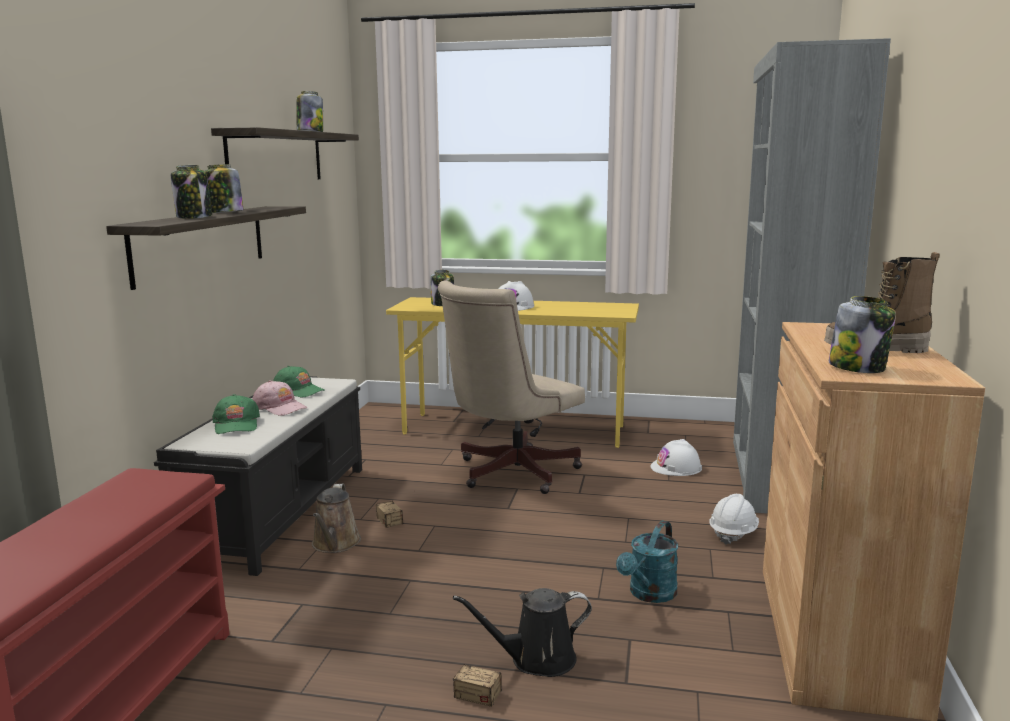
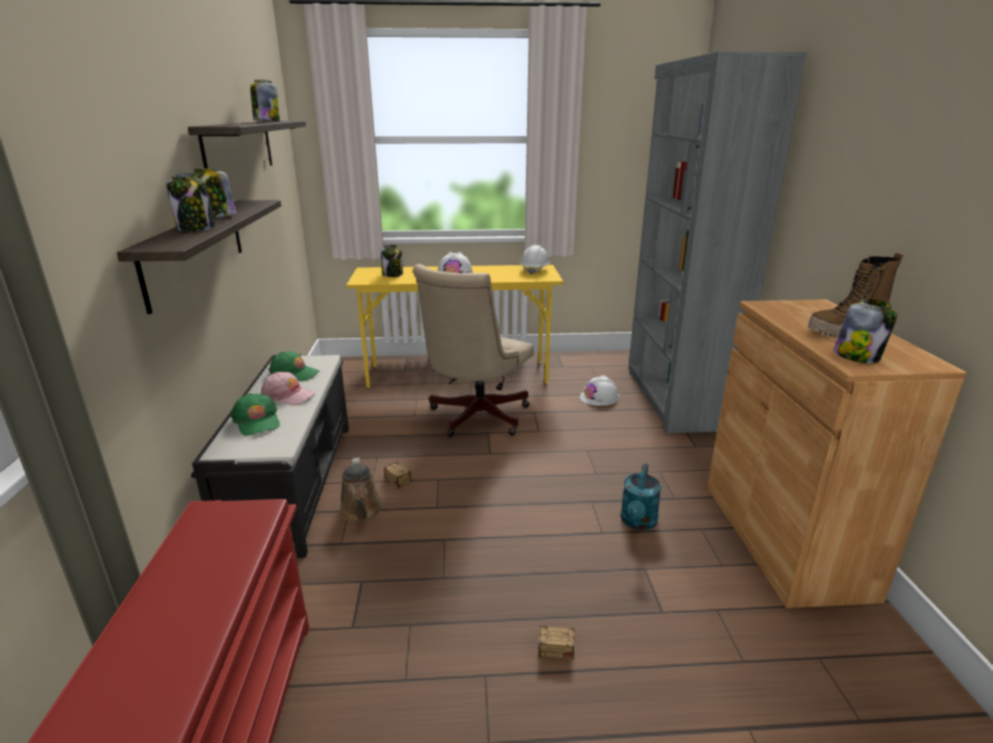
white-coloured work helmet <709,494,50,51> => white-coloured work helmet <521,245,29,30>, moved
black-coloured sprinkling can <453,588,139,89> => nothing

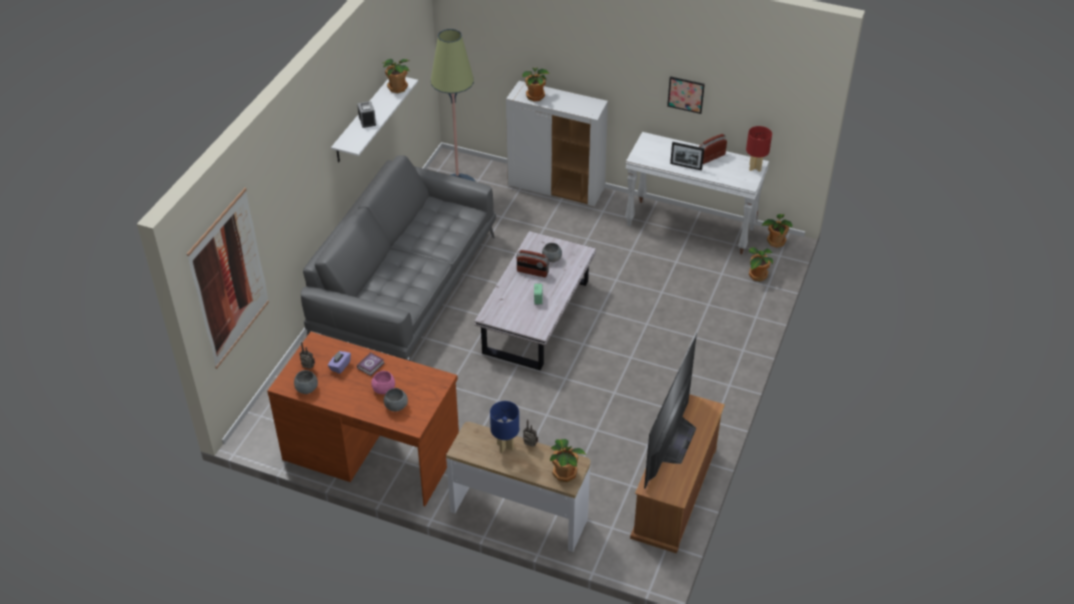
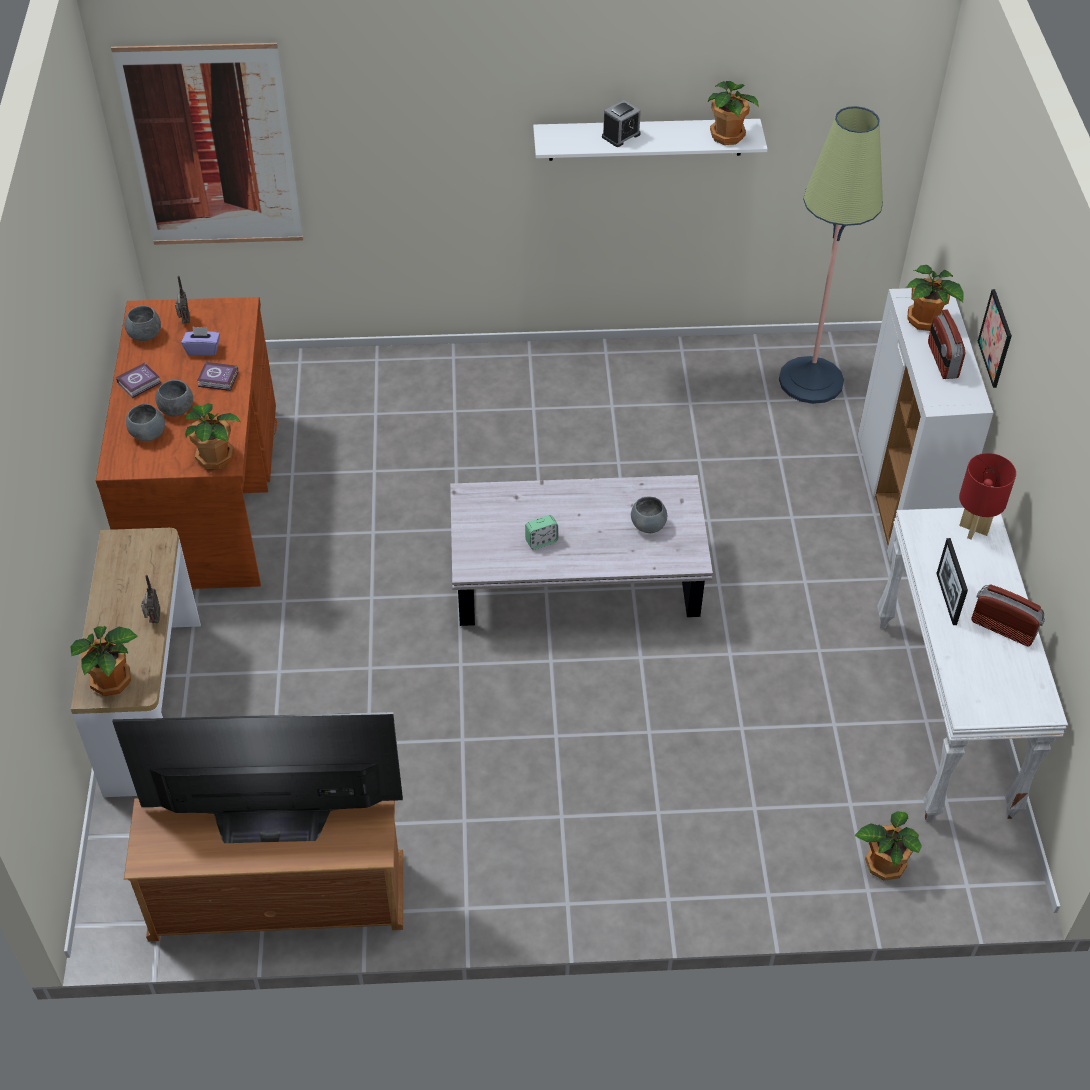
wall art <667,76,38,38> => wall art <978,289,34,99>, moved
reddish tabletop lamp <746,126,26,46> => reddish tabletop lamp <959,453,57,87>, moved
greyish sofa <301,155,195,206> => nothing
potted plant <761,214,32,34> => potted plant <185,403,56,67>, moved
radio <516,250,34,27> => radio <928,309,37,70>, moved
pink-coloured bowl <371,371,24,23> => greyish bowl <155,380,38,37>
blue-coloured tabletop lamp <490,401,29,52> => nothing
nothing => bound book <116,363,45,35>

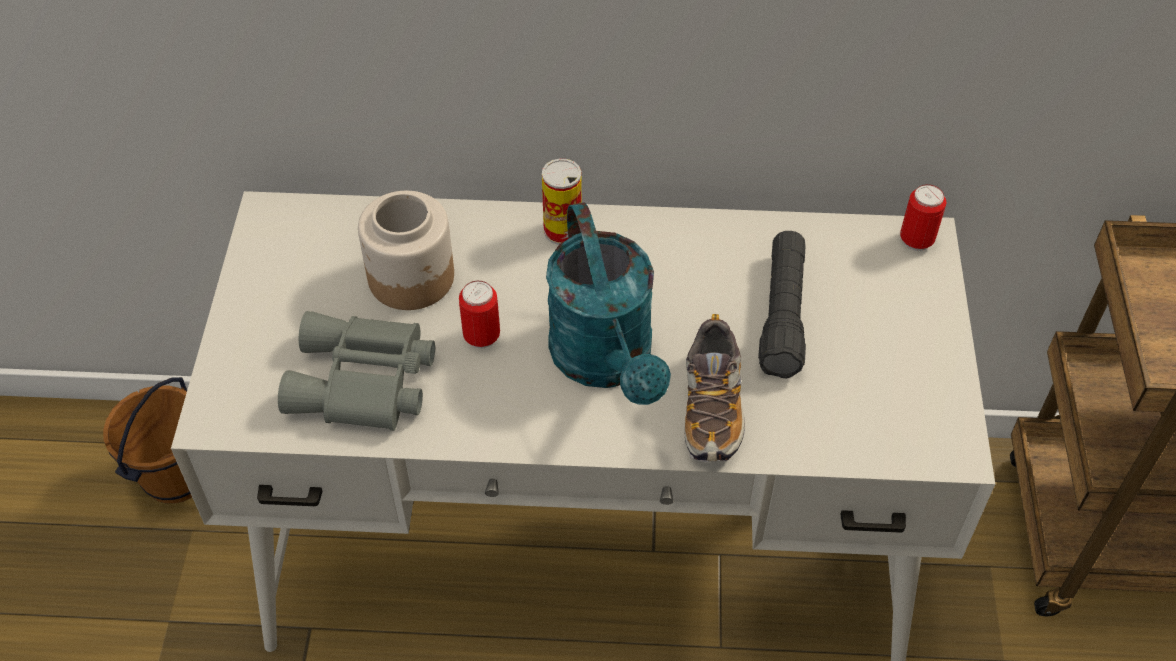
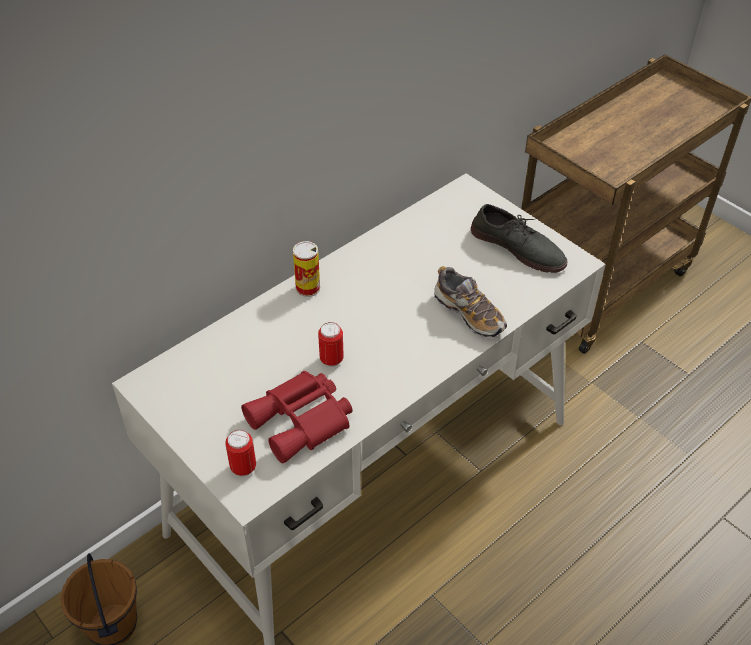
sealed can <900,184,46,67> => sealed can <225,430,31,46>, moved
jar <358,191,96,119> => nothing
turquoise sprinkling can <546,202,125,203> => nothing
black-coloured torch <758,231,48,148> => nothing
greyish binoculars <278,311,157,120> => reddish binoculars <241,371,112,92>
nothing => greyish shoe <471,204,97,69>

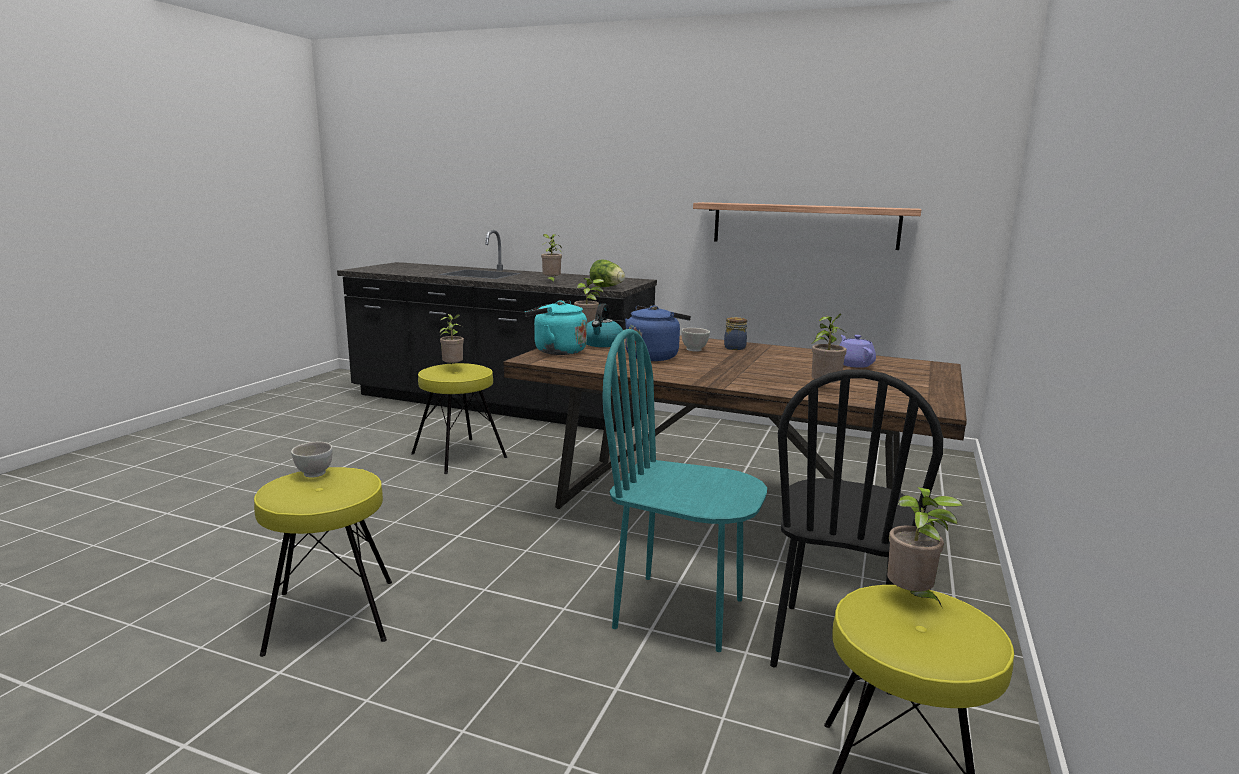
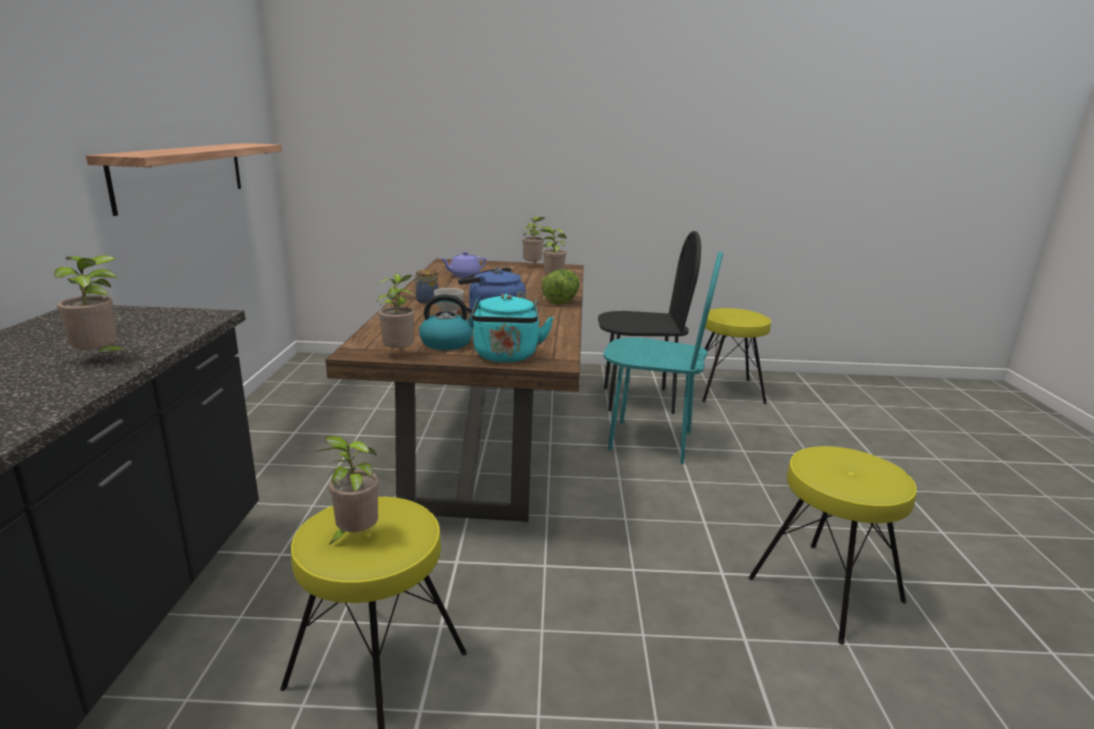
lettuce <590,260,35,27> => lettuce <542,269,38,35>, moved
turquoise plain chair <602,329,165,323> => turquoise plain chair <603,252,120,212>, 75 degrees counterclockwise
white-coloured bowl <291,442,42,36> => nothing
potted plant <887,487,76,120> => potted plant <522,216,22,47>, moved

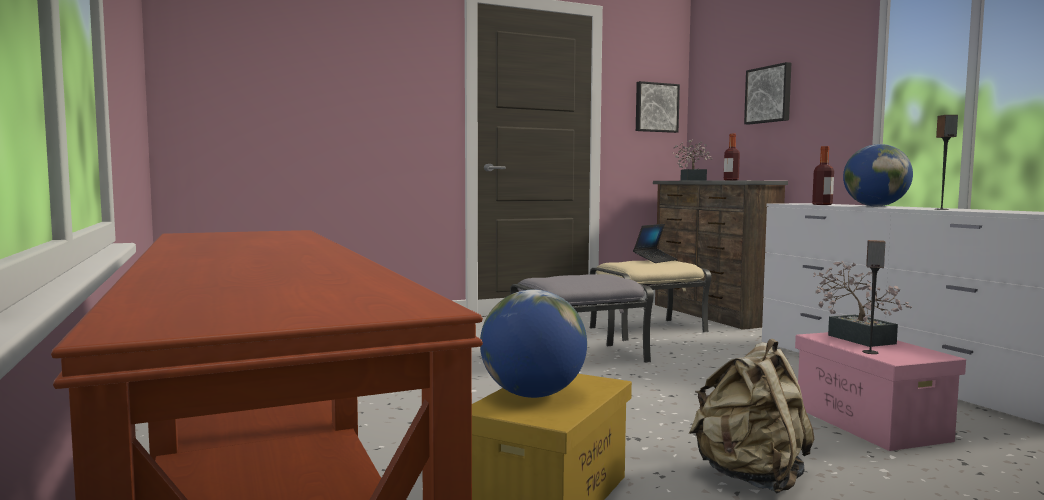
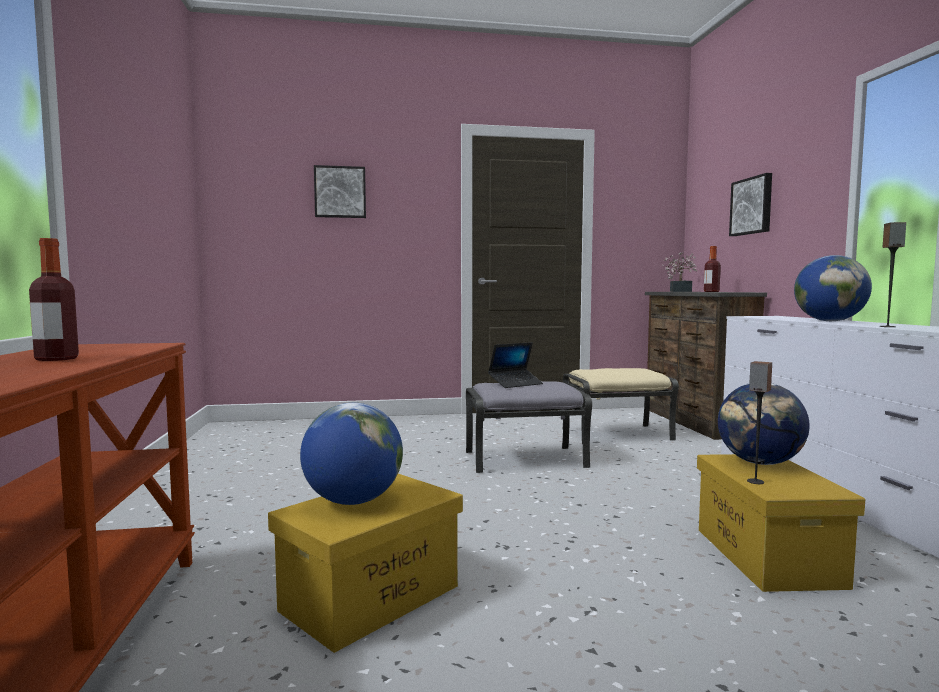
wall art <636,81,44,52> => wall art <314,165,52,53>, moved
drink bottle <812,146,22,59> => drink bottle <29,238,50,123>, moved
notebook computer <633,224,44,39> => notebook computer <488,342,55,46>, moved
potted plant <813,261,99,86> => globe <718,383,92,82>
pink-coloured storage bin <795,332,171,119> => yellow-coloured storage bin <697,454,168,138>
sand-coloured backpack <689,339,125,155> => nothing

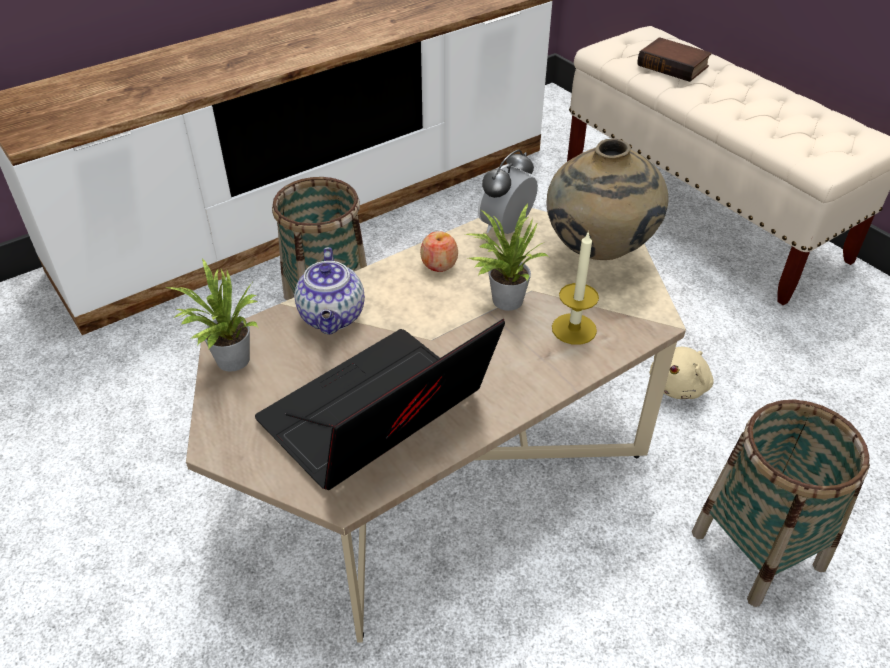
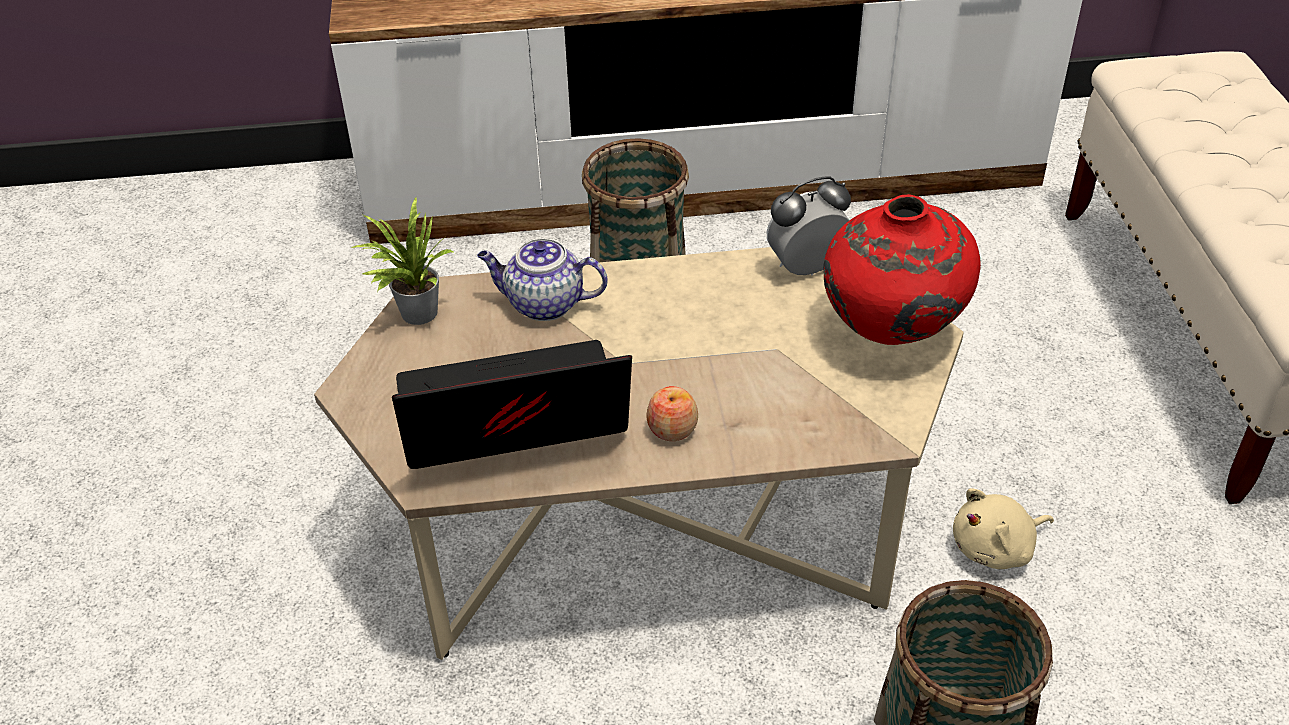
bound book <638,37,74,45> => nothing
sand-coloured flower vase <546,139,123,121> => reddish flower vase <823,194,158,151>
potted plant <465,204,85,107> => nothing
apple <420,231,38,41> => apple <646,386,52,55>, moved
candle <552,231,47,114> => nothing
tea pot <295,247,70,87> => tea pot <477,239,130,82>, 75 degrees clockwise

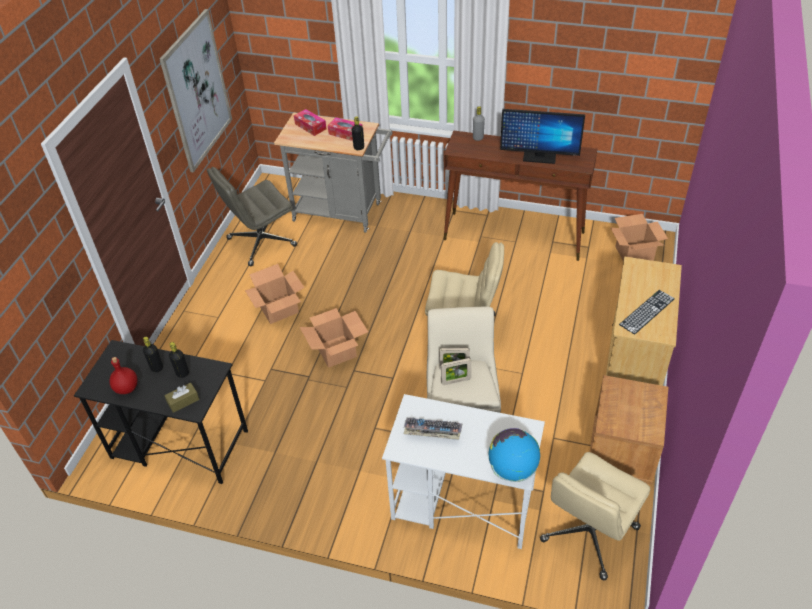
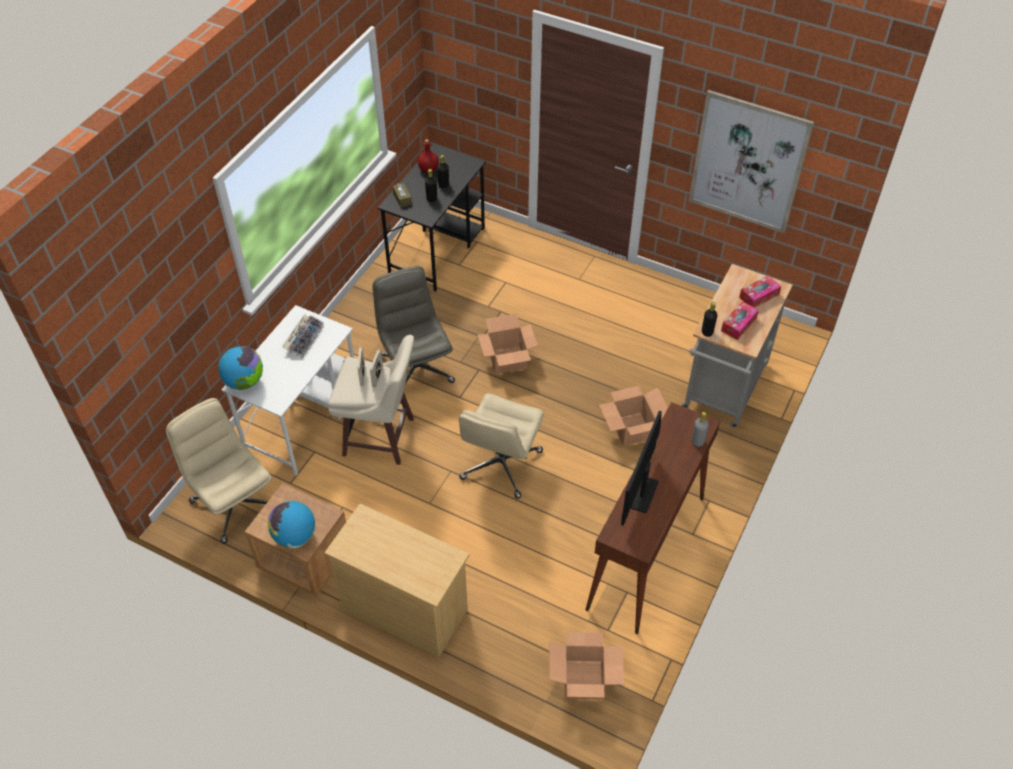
greyish computer chair <207,167,90,99> => greyish computer chair <372,266,83,118>, moved
packing box <245,264,59,60> => packing box <599,386,69,60>, moved
PC keyboard <619,290,56,45> => nothing
nothing => globe <268,501,47,48>

